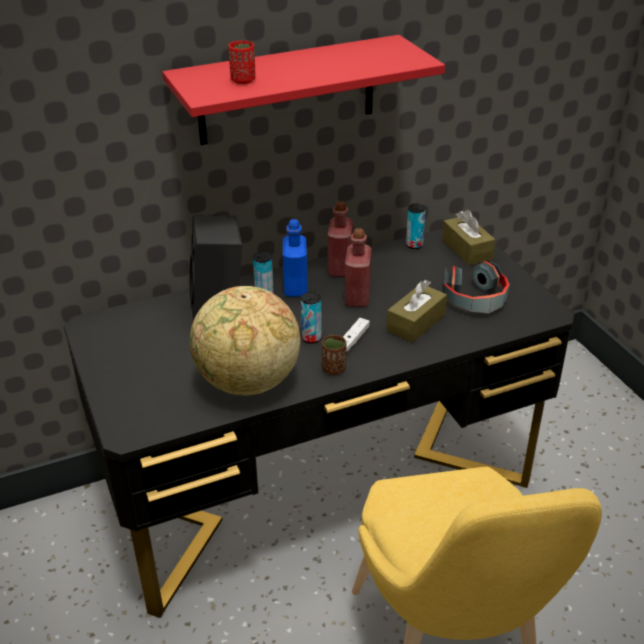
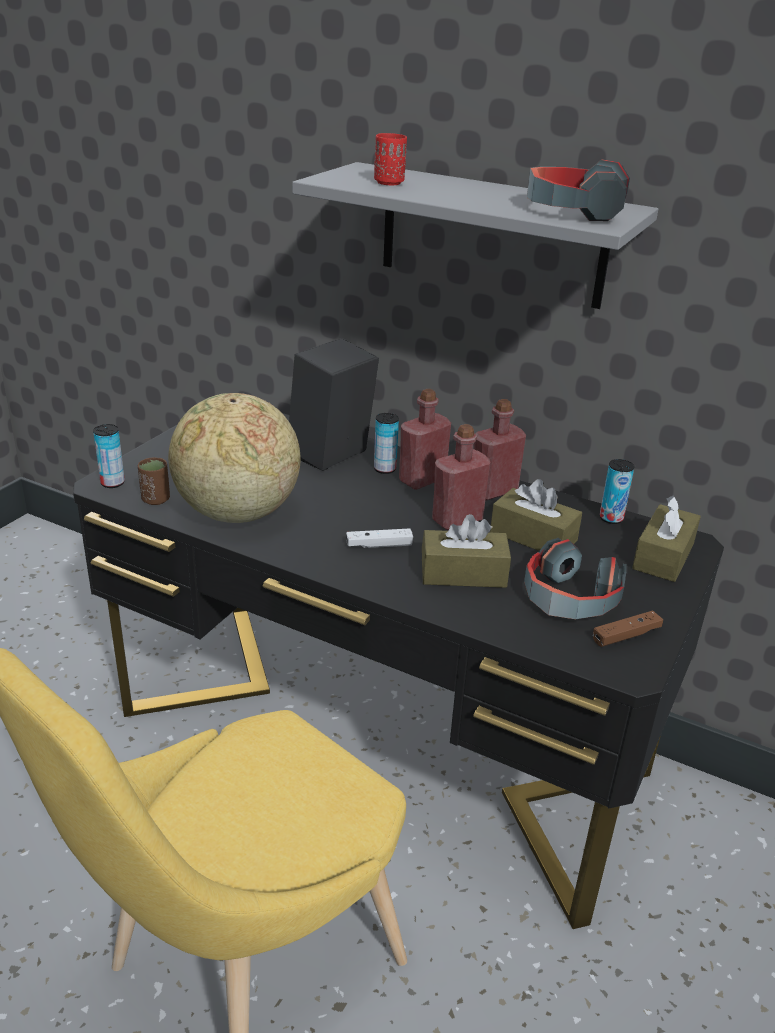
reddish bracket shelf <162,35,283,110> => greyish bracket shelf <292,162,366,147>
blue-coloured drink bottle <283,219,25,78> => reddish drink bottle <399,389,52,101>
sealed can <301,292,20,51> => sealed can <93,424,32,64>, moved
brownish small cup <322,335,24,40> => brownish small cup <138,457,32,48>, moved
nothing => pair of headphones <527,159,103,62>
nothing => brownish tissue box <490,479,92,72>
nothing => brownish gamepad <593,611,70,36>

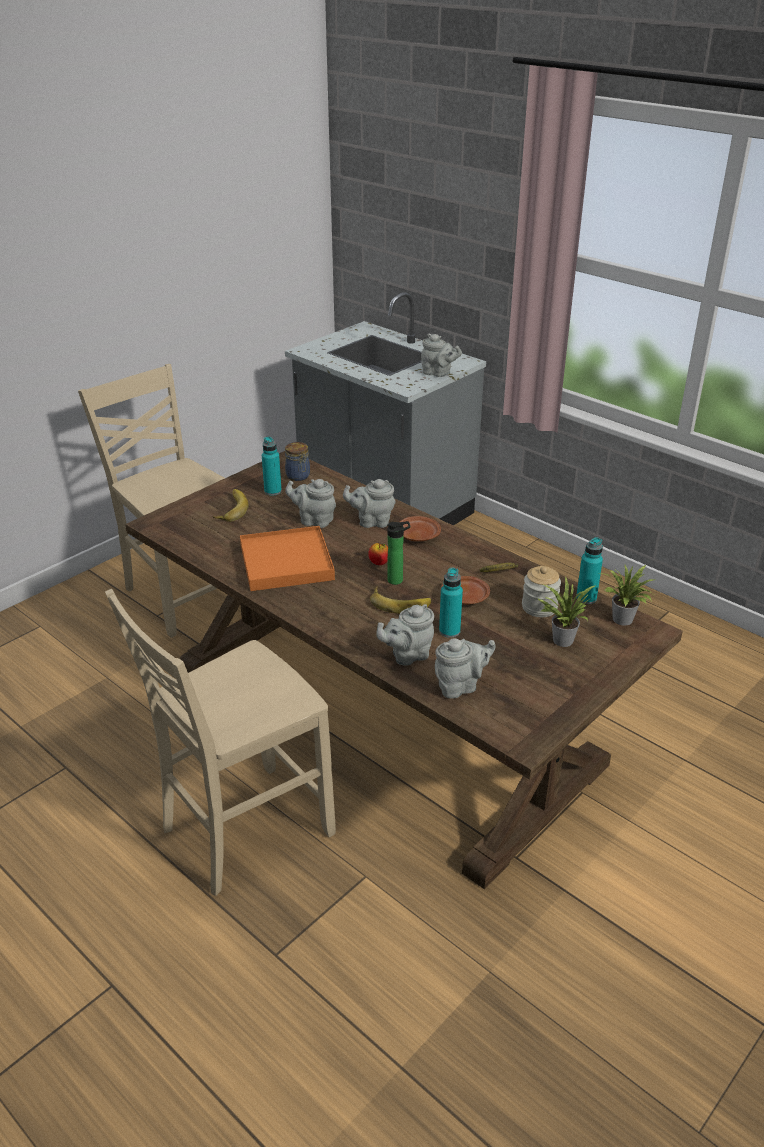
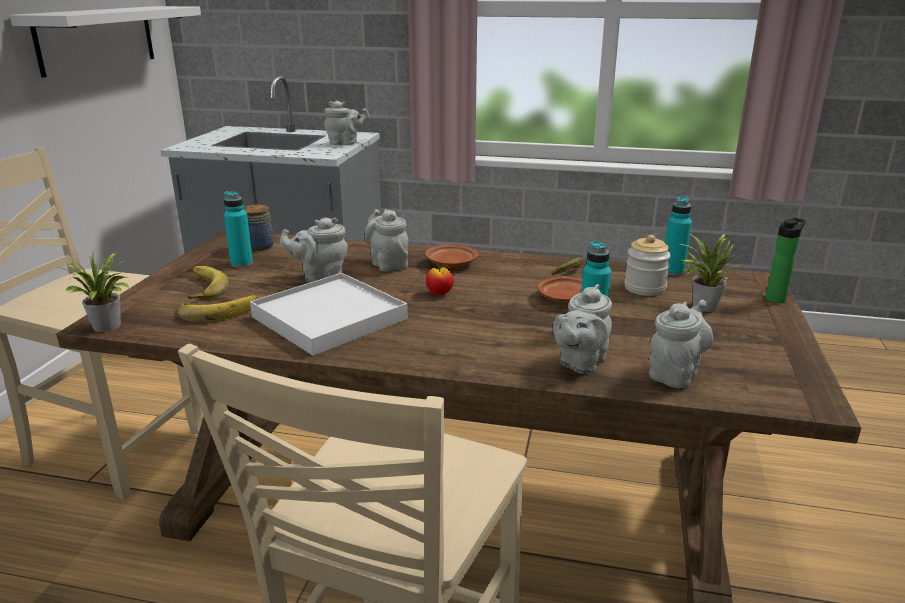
greyish tea pot <343,479,53,49> => greyish tea pot <365,209,43,62>, 90 degrees clockwise
drink bottle <387,521,23,64> => drink bottle <766,217,40,86>, moved
orange-coloured serving tray <240,526,95,65> => white-coloured serving tray <250,273,158,83>
potted plant <599,565,55,61> => potted plant <48,251,82,81>, moved
banana fruit <370,586,61,27> => banana fruit <178,295,79,27>, moved
nothing => white-coloured bracket shelf <10,6,191,72>

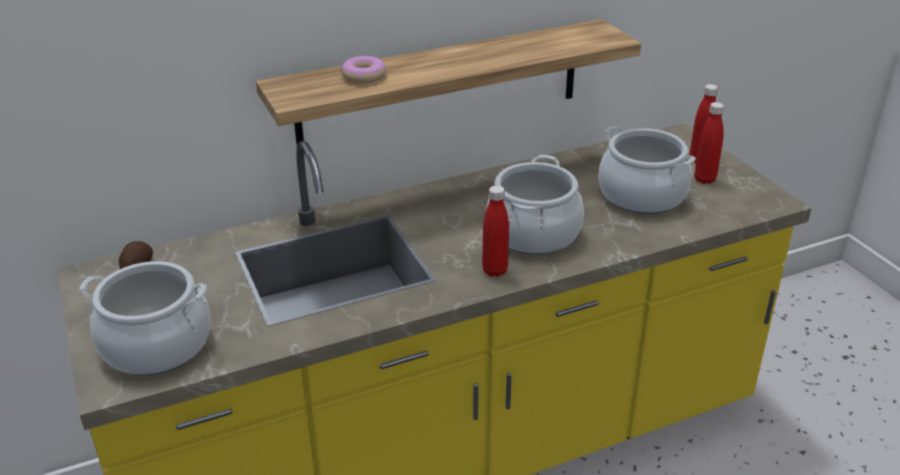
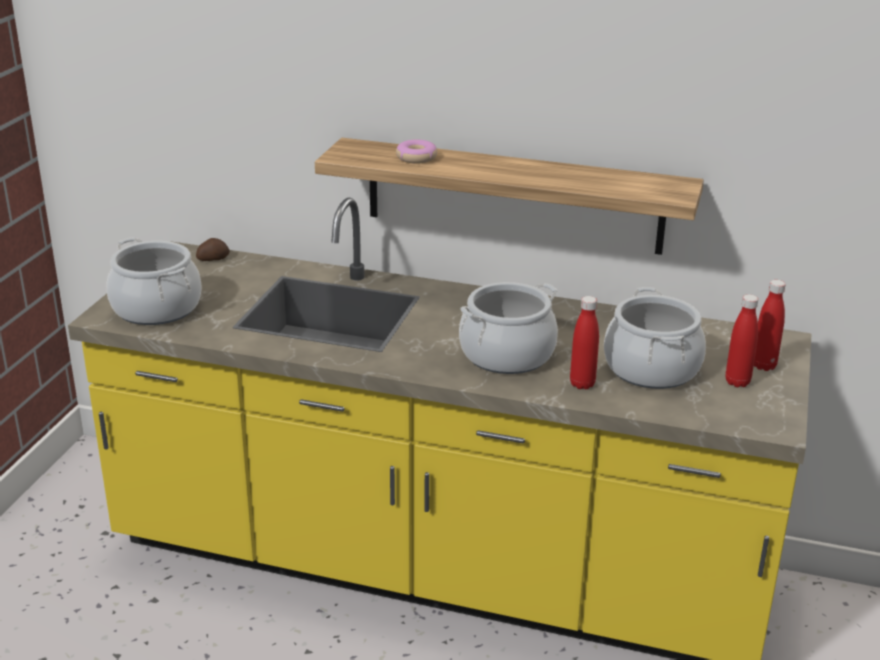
reddish drink bottle <482,185,27,92> => reddish drink bottle <570,296,29,93>, moved

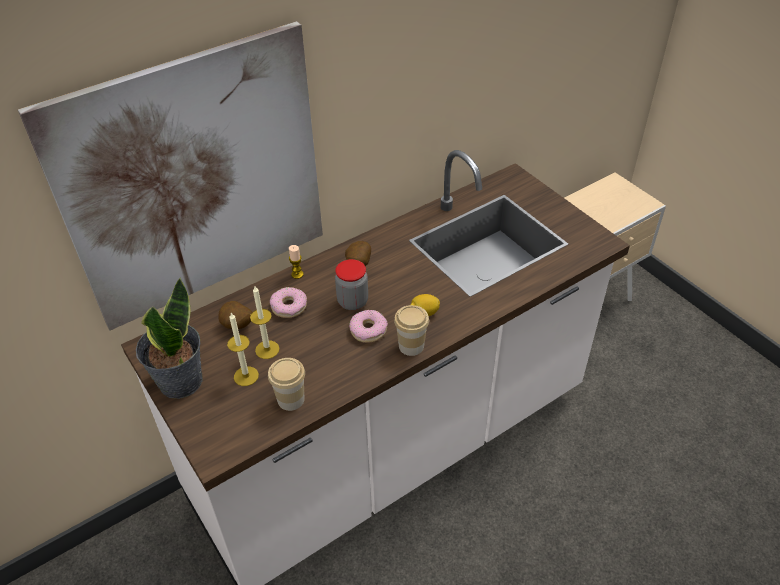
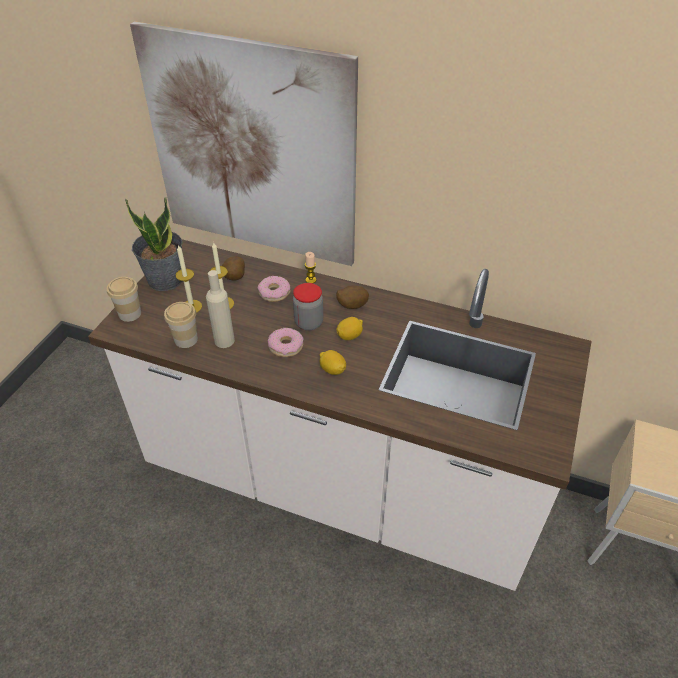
small cup <394,305,35,51> => small cup <107,277,34,45>, moved
nothing => sand-coloured drink bottle <206,270,29,78>
nothing => lemon <336,317,27,23>

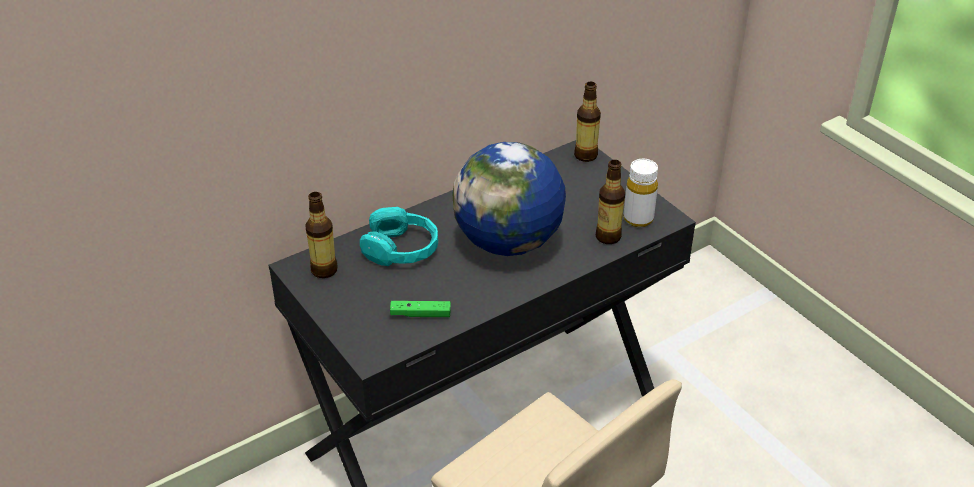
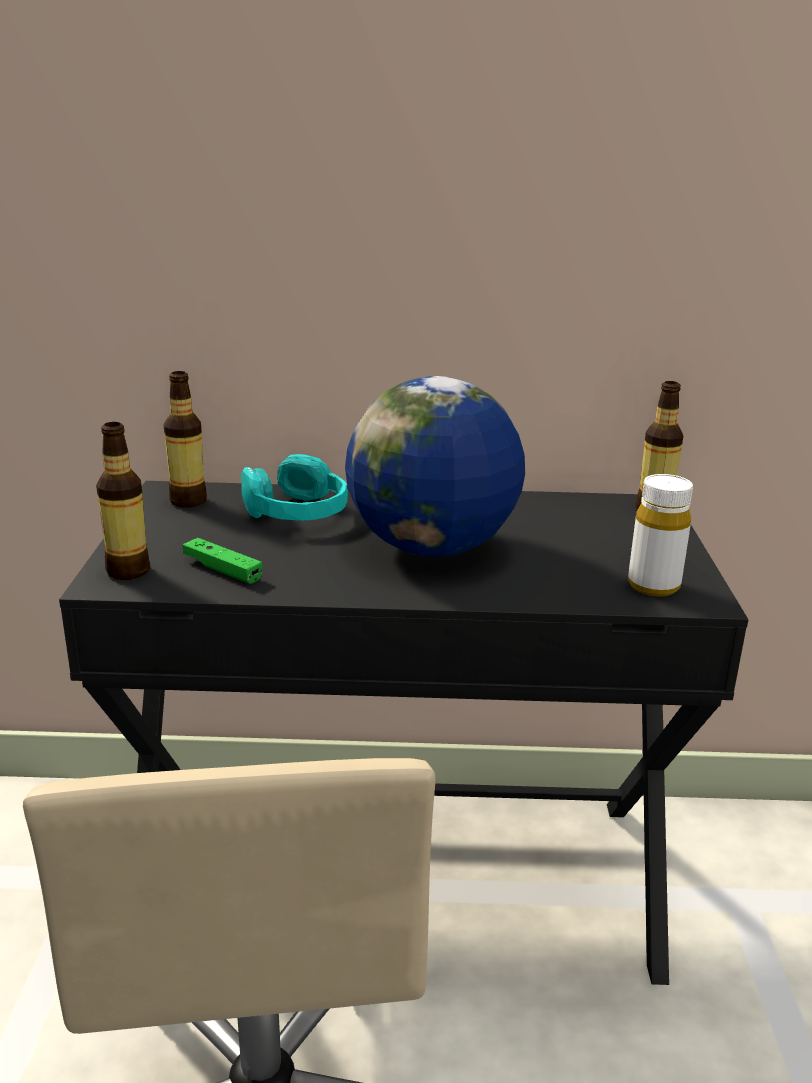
drink bottle <596,160,29,84> => drink bottle <96,422,54,158>, moved

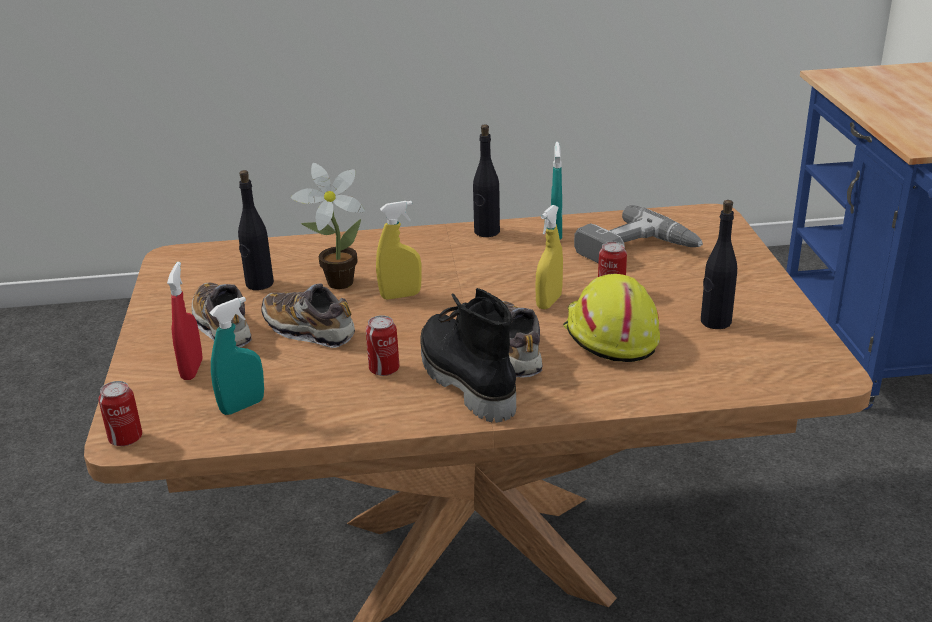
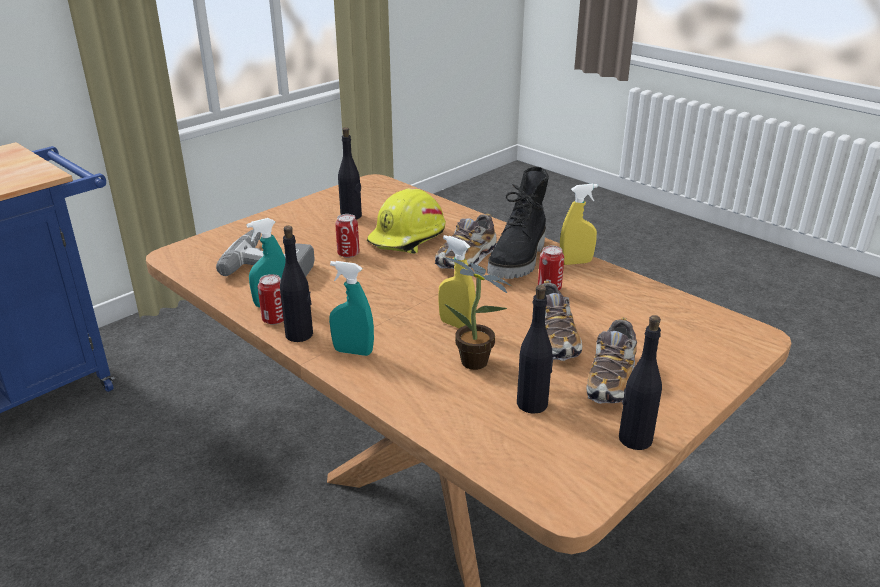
yellow-coloured spray bottle <535,205,28,104> => yellow-coloured spray bottle <560,184,38,81>, moved
reddish spray bottle <167,262,36,118> => nothing
turquoise spray bottle <210,297,54,118> => turquoise spray bottle <329,261,45,95>, moved
sealed can <99,381,43,65> => sealed can <258,274,26,51>, moved
nothing => black-coloured drink bottle <619,315,43,135>

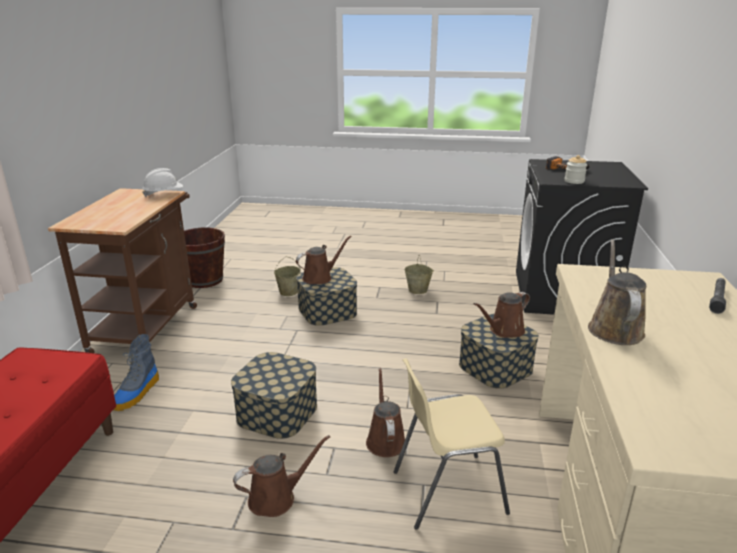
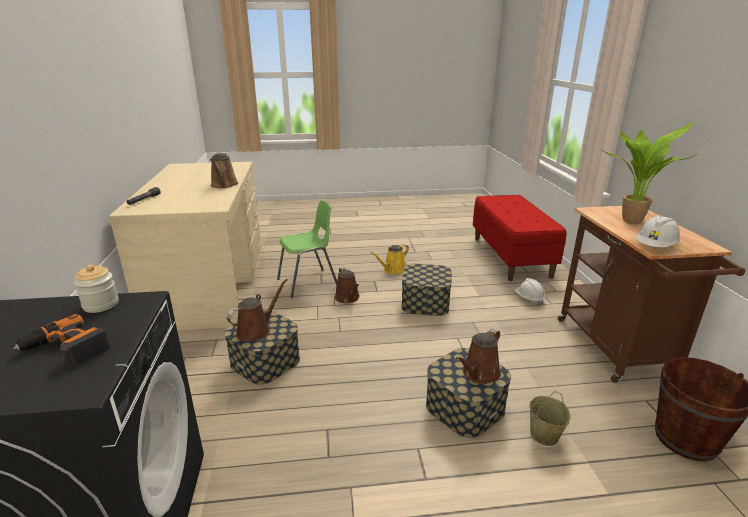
sand-coloured pail <405,256,29,38> => nothing
high-top boot <113,334,46,77> => white-coloured work helmet <514,278,31,27>
sand-coloured plain chair <394,358,116,172> => green plain chair <277,200,60,98>
brownish sprinkling can <233,435,97,82> => yellow-coloured sprinkling can <370,244,39,31>
nothing => potted plant <604,122,93,102>

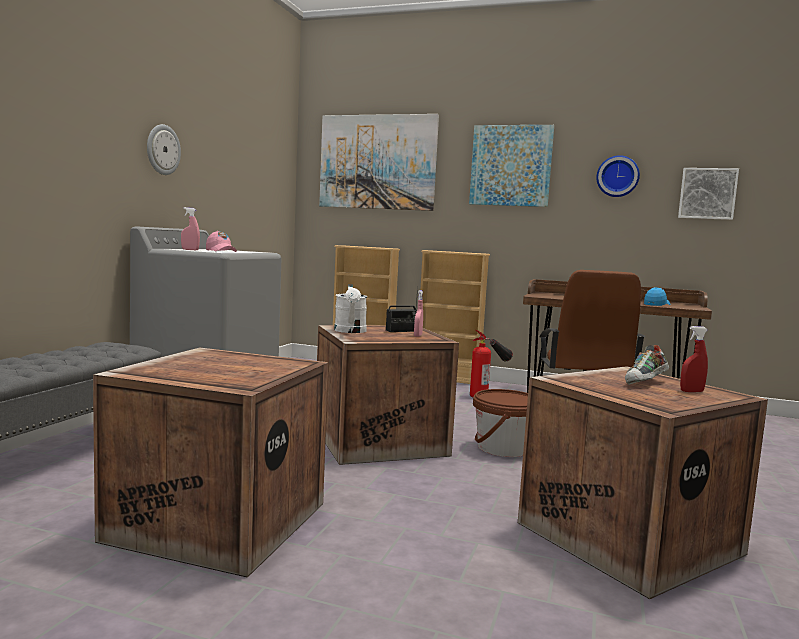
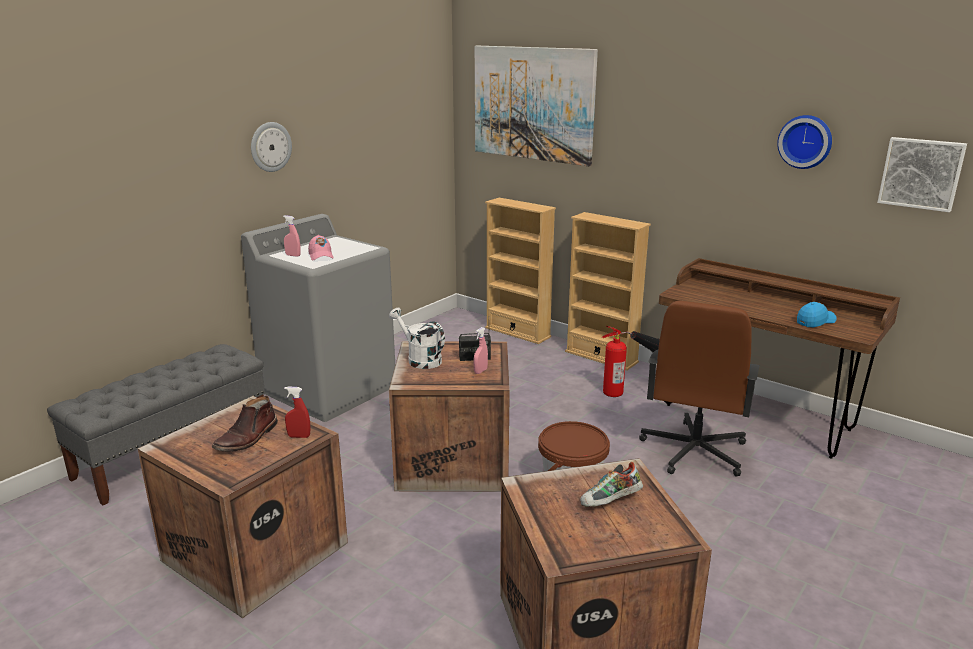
wall art <469,125,85,82> => nothing
white-coloured sprinkling can <334,284,33,49> => white-coloured sprinkling can <389,308,56,61>, 120 degrees clockwise
reddish spray bottle <680,326,28,66> => reddish spray bottle <284,386,27,52>, moved
nothing => brownish high-top boot <212,396,66,56>

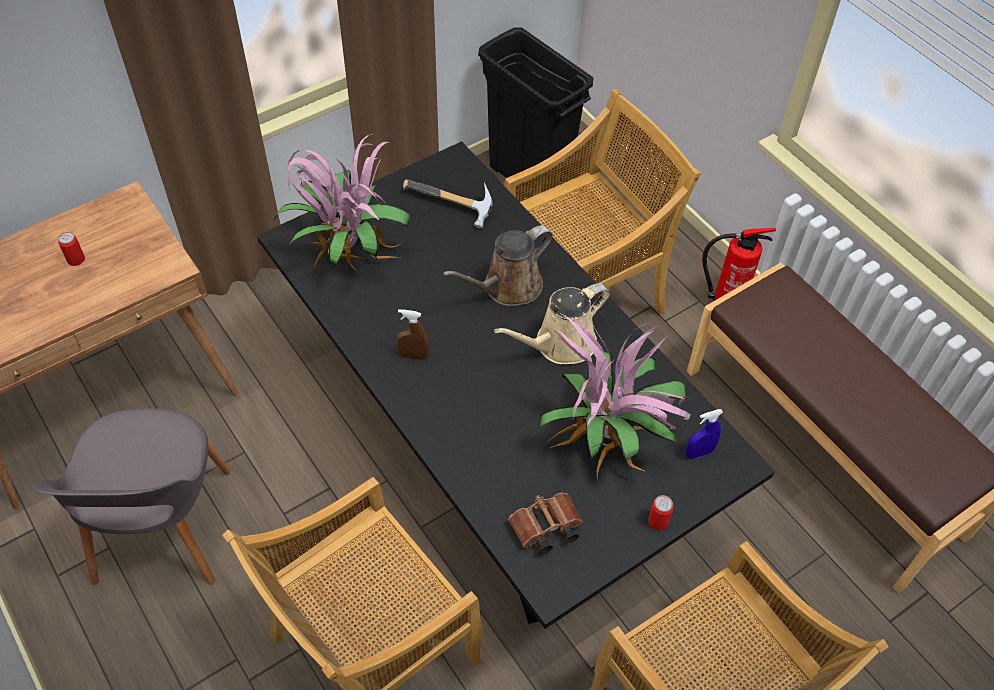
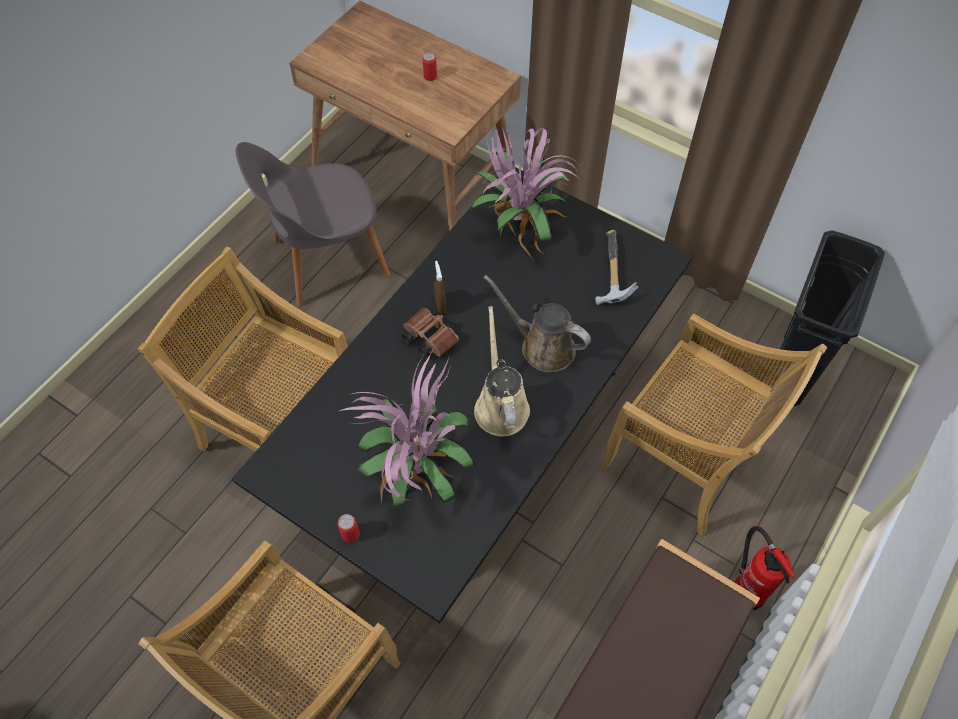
sand-coloured sprinkling can <494,283,116,81> => sand-coloured sprinkling can <474,306,56,131>, 45 degrees clockwise
blue-coloured spray bottle <686,409,37,50> => nothing
brownish binoculars <508,493,75,62> => brownish binoculars <402,308,57,50>, moved

